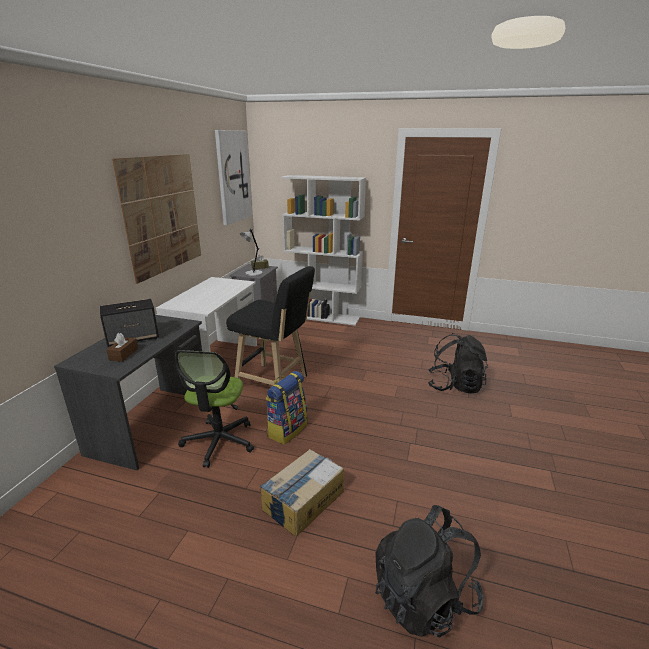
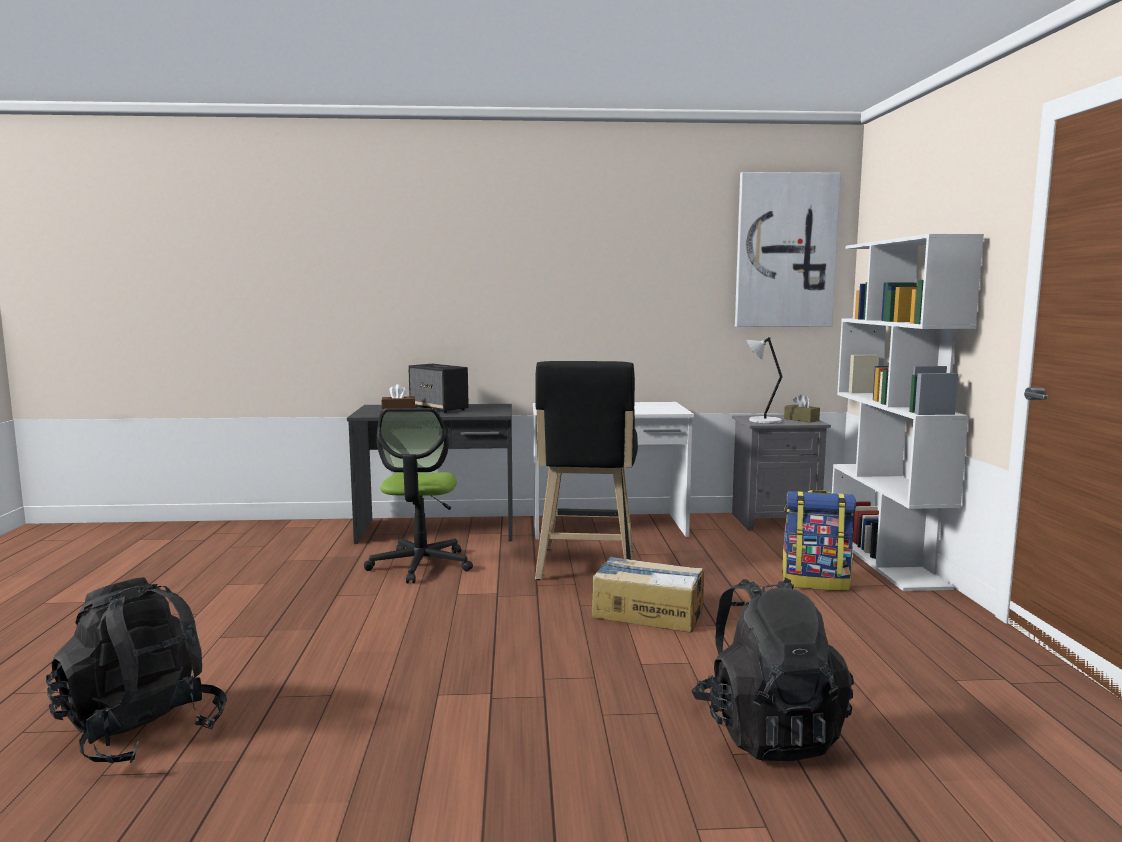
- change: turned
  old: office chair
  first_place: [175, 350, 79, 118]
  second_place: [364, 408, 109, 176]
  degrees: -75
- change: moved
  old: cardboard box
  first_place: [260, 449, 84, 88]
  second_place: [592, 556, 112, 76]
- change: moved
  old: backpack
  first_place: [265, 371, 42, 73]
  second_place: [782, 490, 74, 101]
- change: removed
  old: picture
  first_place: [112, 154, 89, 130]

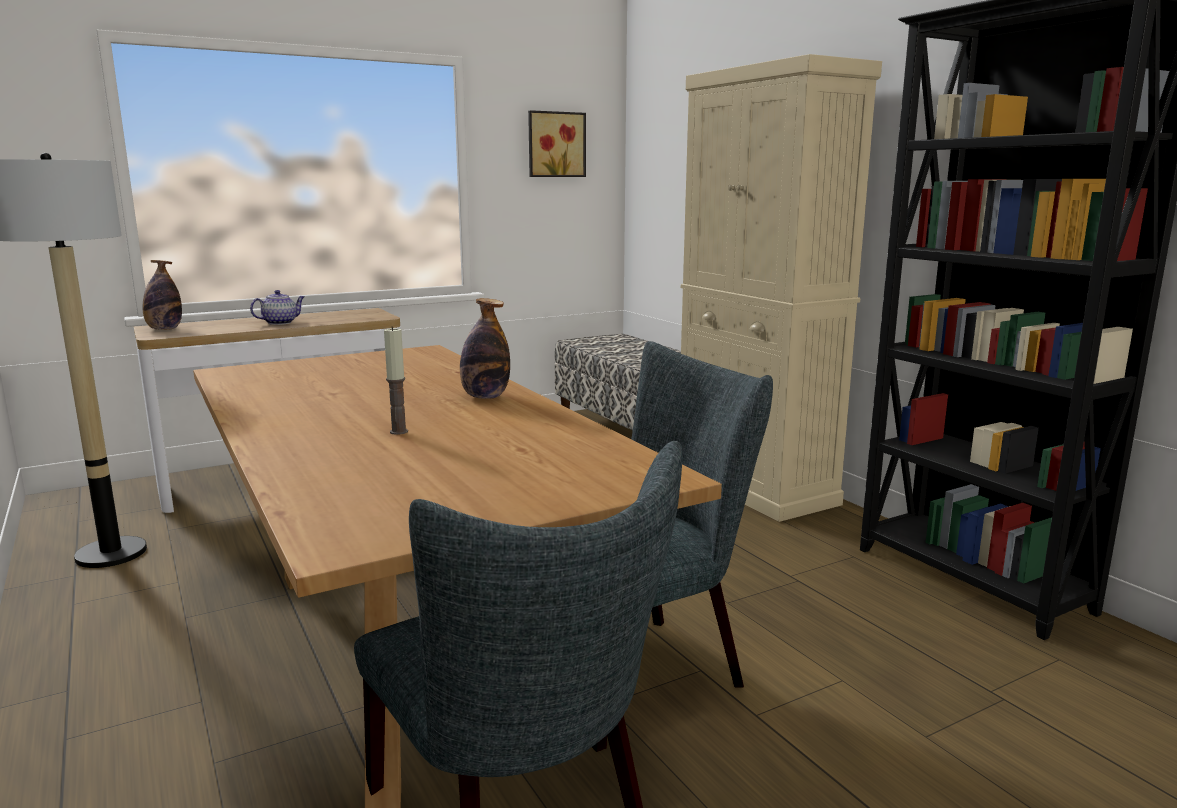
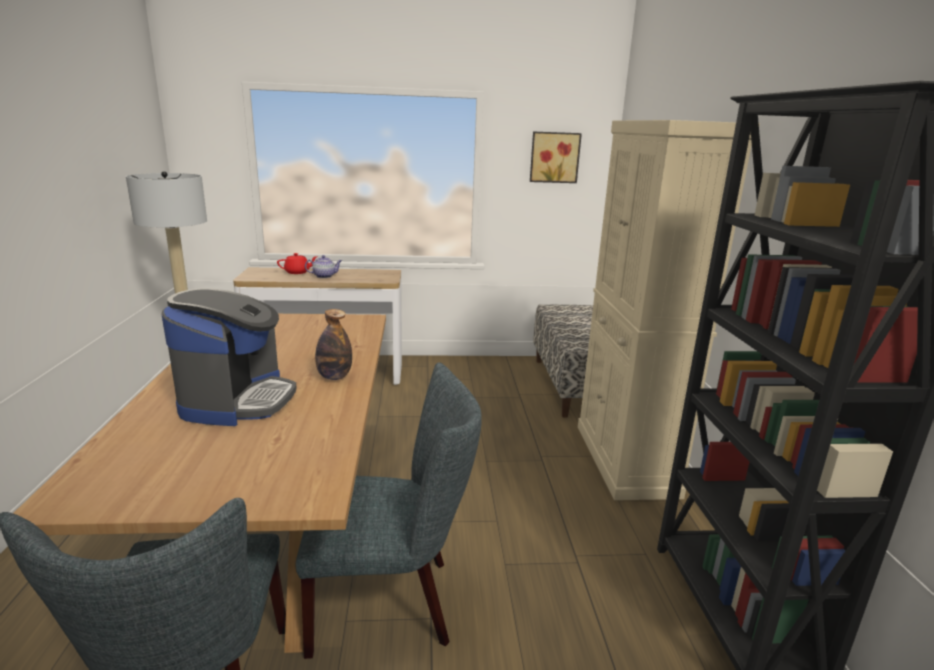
- change: replaced
  old: candle
  new: coffee machine
  first_place: [384, 326, 24, 109]
  second_place: [161, 288, 136, 138]
- change: added
  new: red teapot
  second_place: [277, 253, 41, 21]
- change: removed
  old: bottle
  first_place: [143, 260, 39, 70]

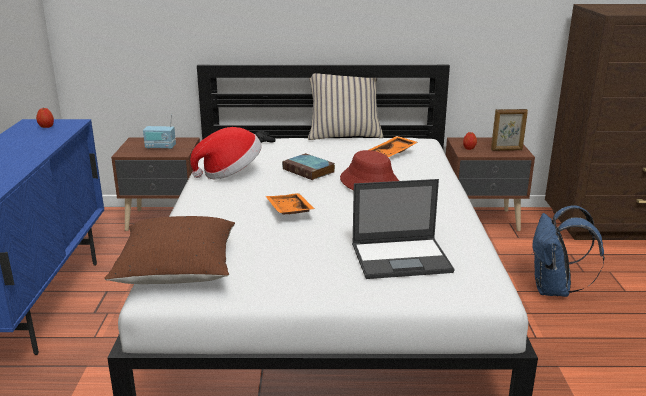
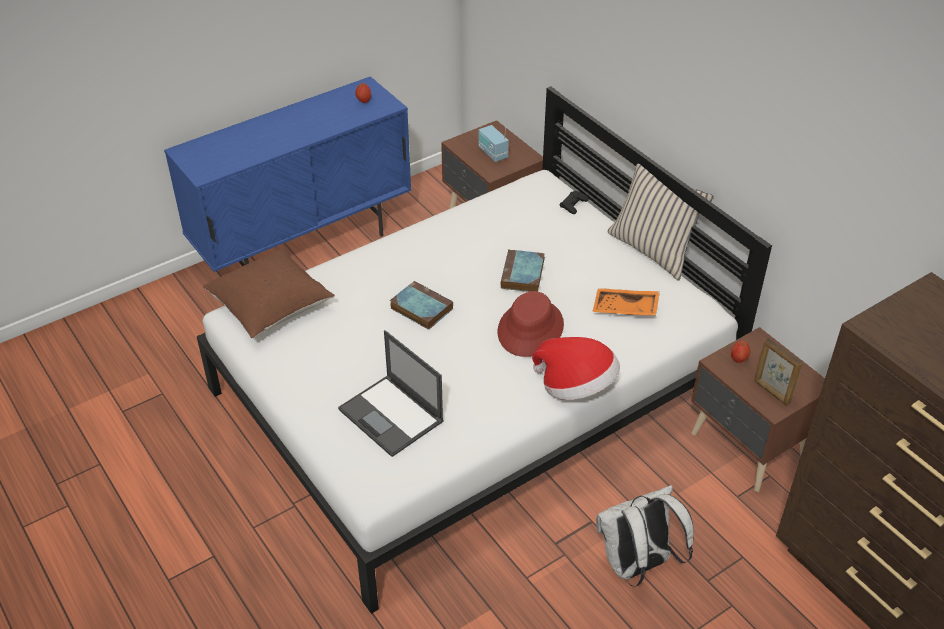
- change: replaced
  old: orange tray
  new: book
  first_place: [266, 193, 49, 22]
  second_place: [390, 281, 63, 49]
- change: moved
  old: hat
  first_place: [190, 127, 72, 52]
  second_place: [532, 337, 88, 63]
- change: recoloured
  old: blue backpack
  new: white backpack
  first_place: [532, 205, 73, 92]
  second_place: [596, 485, 98, 102]

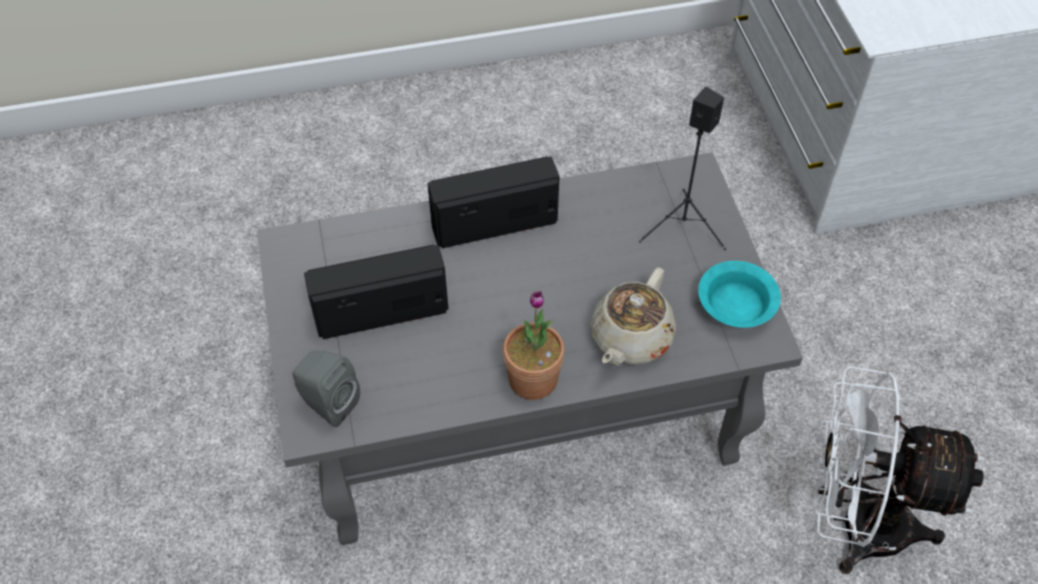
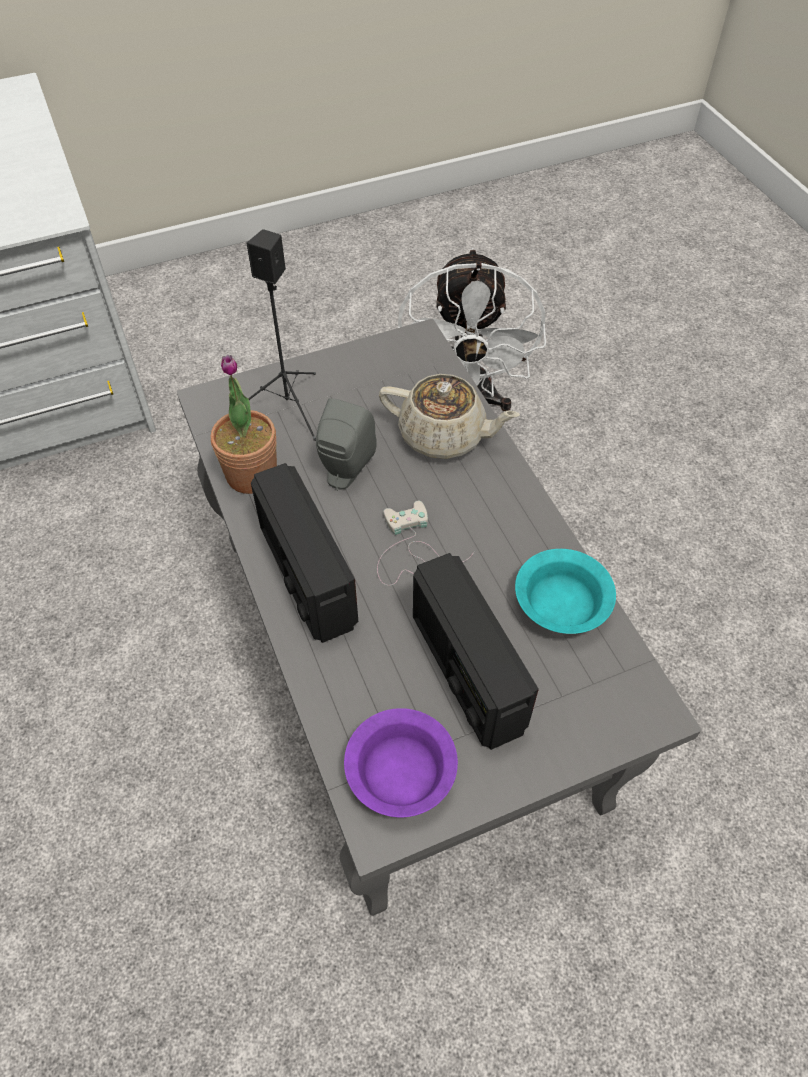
- change: moved
  old: potted plant
  first_place: [503, 291, 62, 109]
  second_place: [211, 355, 66, 139]
- change: moved
  old: grey speaker
  first_place: [293, 351, 67, 76]
  second_place: [316, 398, 61, 93]
- change: added
  new: purple bowl
  second_place: [344, 708, 114, 109]
- change: added
  new: white game controller
  second_place: [377, 501, 97, 85]
- change: moved
  old: turquoise bowl
  first_place: [698, 261, 83, 67]
  second_place: [515, 549, 101, 85]

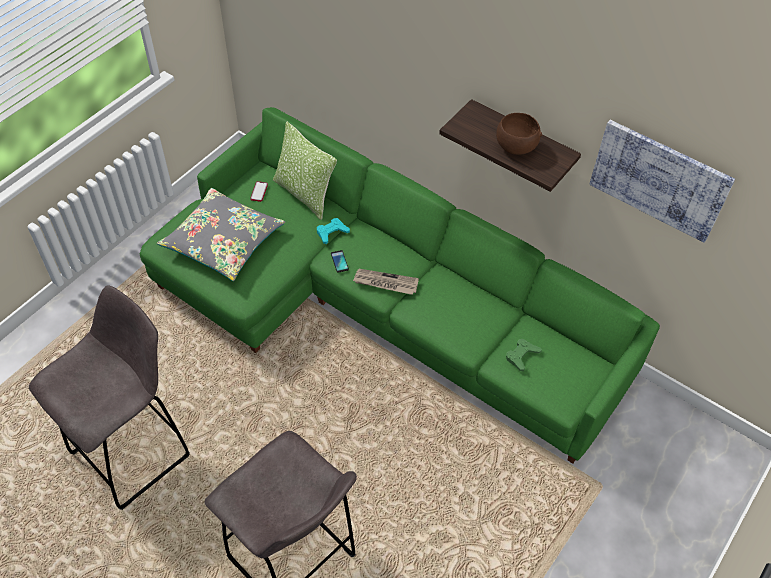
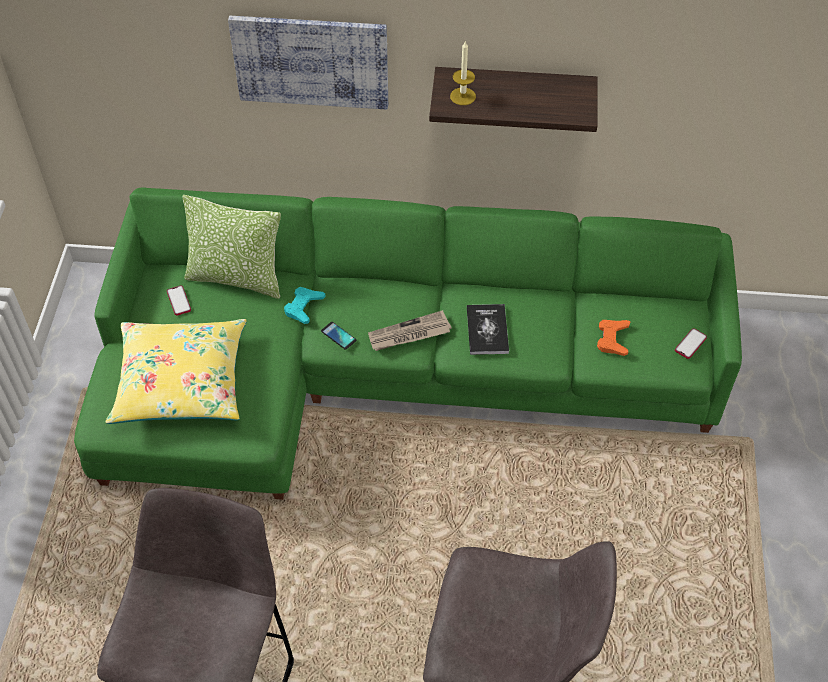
- change: recoloured
  old: grey pillow
  new: yellow pillow
  first_place: [157, 188, 128, 93]
  second_place: [106, 319, 141, 105]
- change: moved
  old: picture
  first_place: [589, 120, 146, 123]
  second_place: [228, 16, 160, 93]
- change: added
  new: candle
  second_place: [450, 40, 26, 65]
- change: added
  new: book
  second_place: [467, 304, 42, 51]
- change: recoloured
  old: green game controller
  new: orange game controller
  first_place: [506, 339, 36, 33]
  second_place: [597, 320, 34, 36]
- change: added
  new: phone
  second_place: [675, 328, 32, 31]
- change: removed
  old: brown bowl
  first_place: [496, 113, 46, 42]

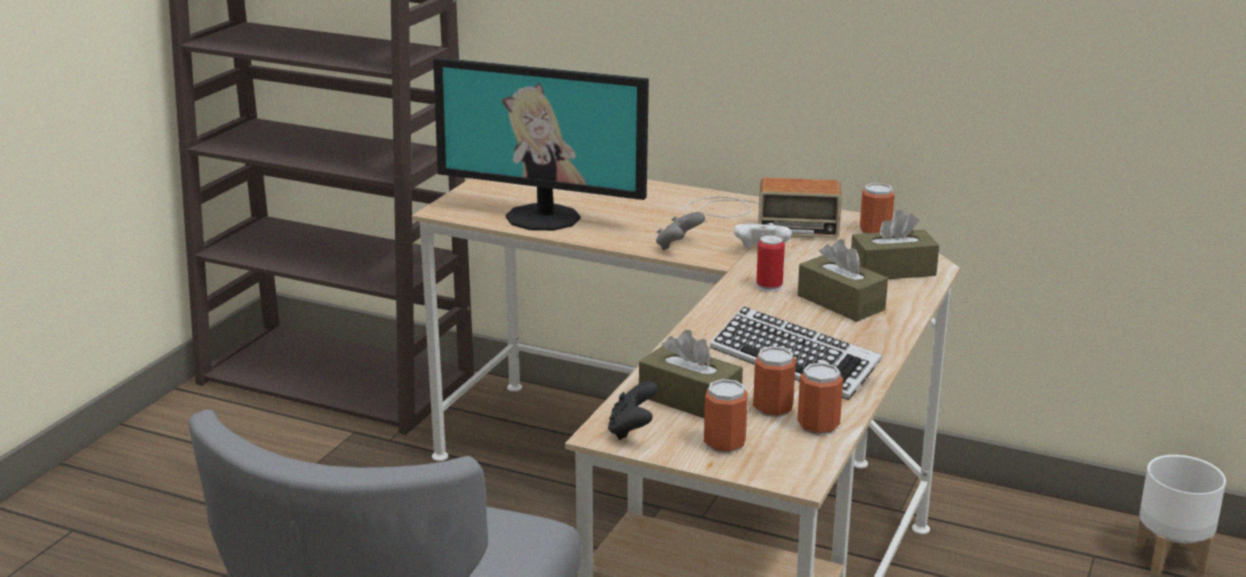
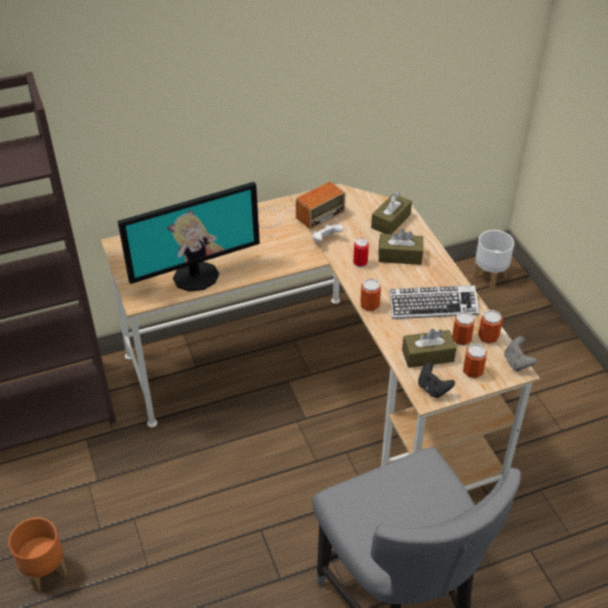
- change: added
  new: orange planter
  second_place: [8, 518, 60, 74]
- change: moved
  old: can
  first_place: [860, 183, 35, 51]
  second_place: [360, 278, 21, 33]
- change: moved
  old: grey game controller
  first_place: [656, 212, 49, 38]
  second_place: [504, 336, 33, 36]

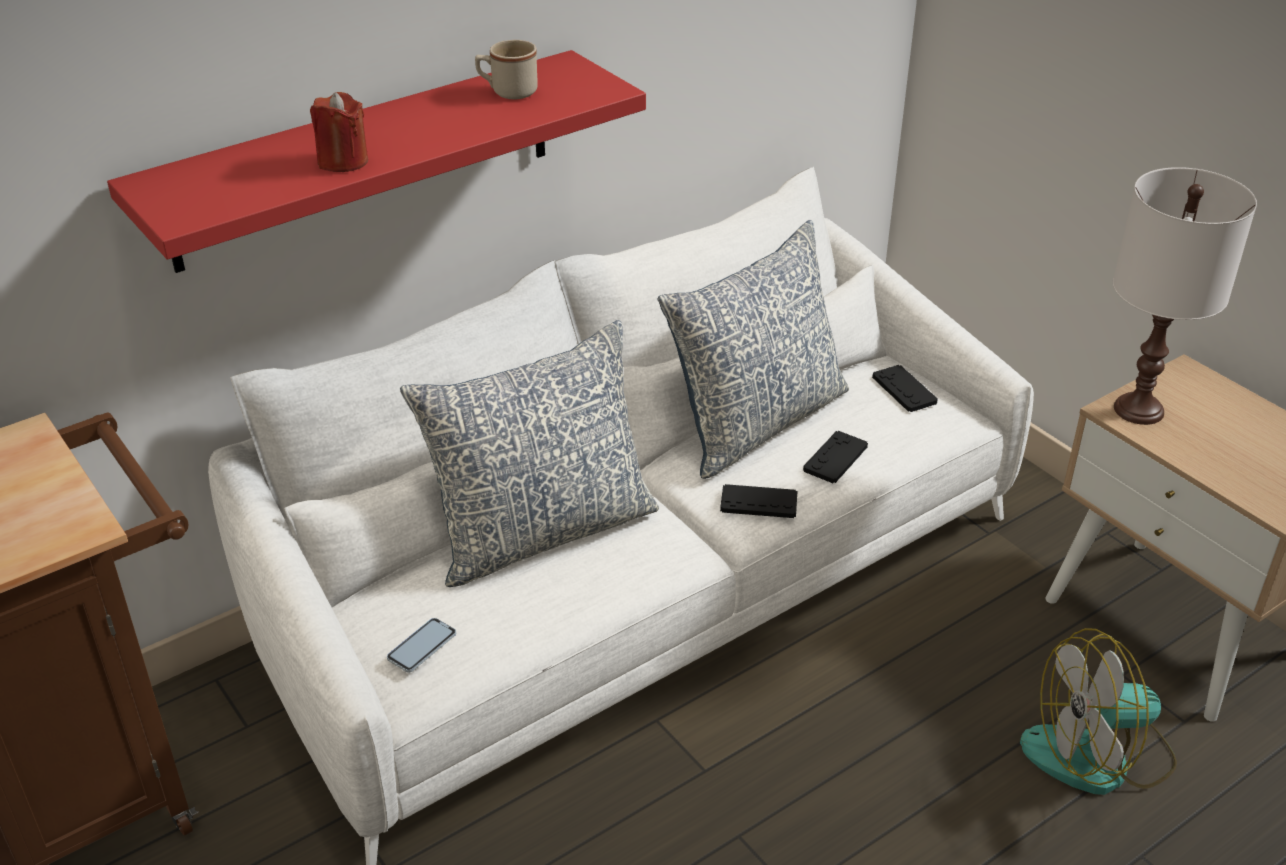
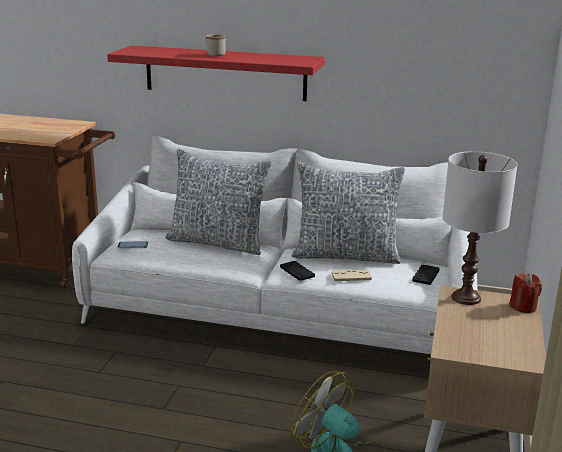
- change: moved
  old: beige mug
  first_place: [475, 40, 63, 59]
  second_place: [205, 34, 21, 22]
- change: recoloured
  old: black game controller
  new: beige game controller
  first_place: [803, 431, 65, 52]
  second_place: [332, 269, 40, 12]
- change: moved
  old: red candle
  first_place: [310, 92, 58, 80]
  second_place: [509, 273, 33, 40]

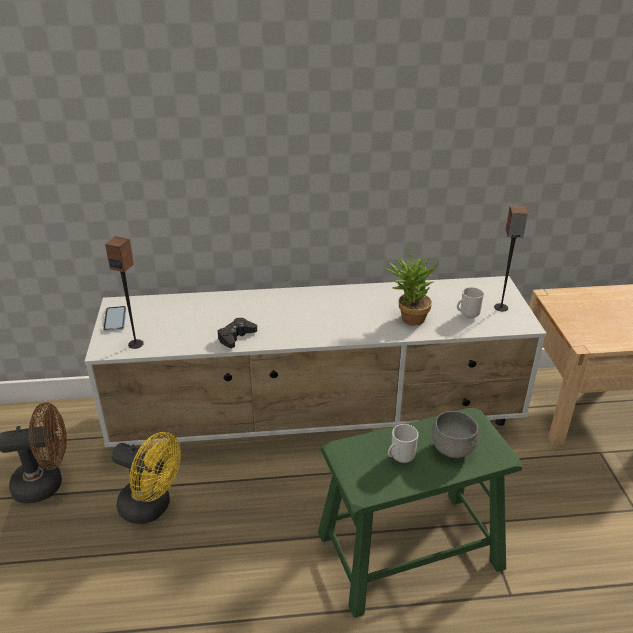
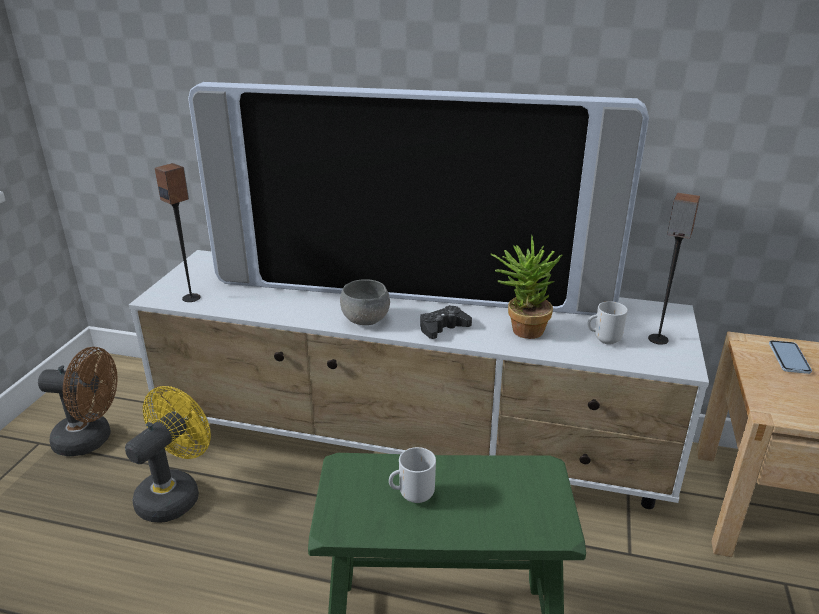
- change: turned
  old: yellow fan
  first_place: [112, 432, 69, 92]
  second_place: [125, 386, 86, 137]
  degrees: -105
- change: added
  new: television
  second_place: [188, 82, 461, 233]
- change: moved
  old: grey bowl
  first_place: [432, 411, 47, 47]
  second_place: [340, 279, 50, 46]
- change: moved
  old: black game controller
  first_place: [217, 318, 40, 30]
  second_place: [420, 305, 52, 34]
- change: moved
  old: phone
  first_place: [103, 306, 23, 26]
  second_place: [769, 340, 43, 34]

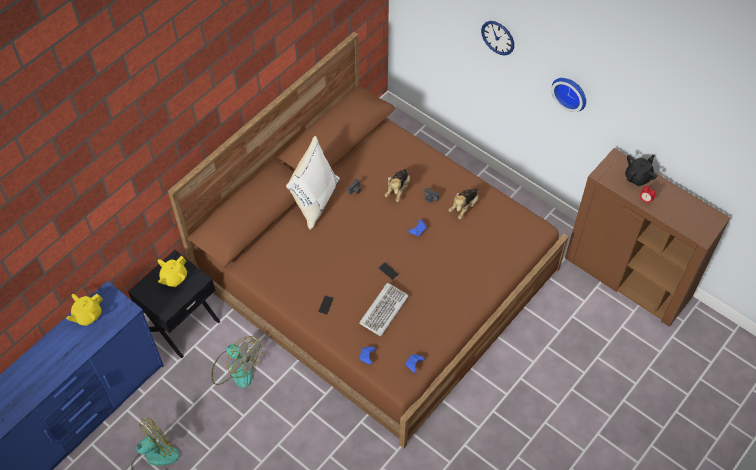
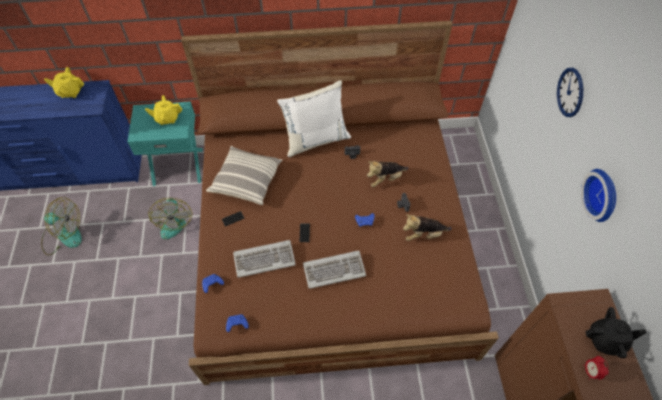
- change: recoloured
  old: black nightstand
  new: turquoise nightstand
  first_place: [128, 250, 92, 108]
  second_place: [127, 101, 76, 85]
- change: added
  new: pillow
  second_place: [206, 146, 77, 59]
- change: added
  new: keyboard
  second_place: [303, 251, 63, 38]

